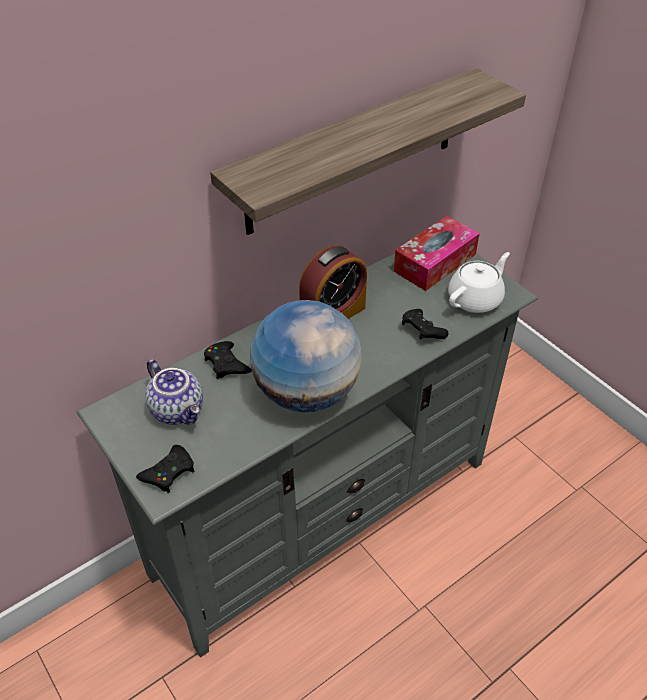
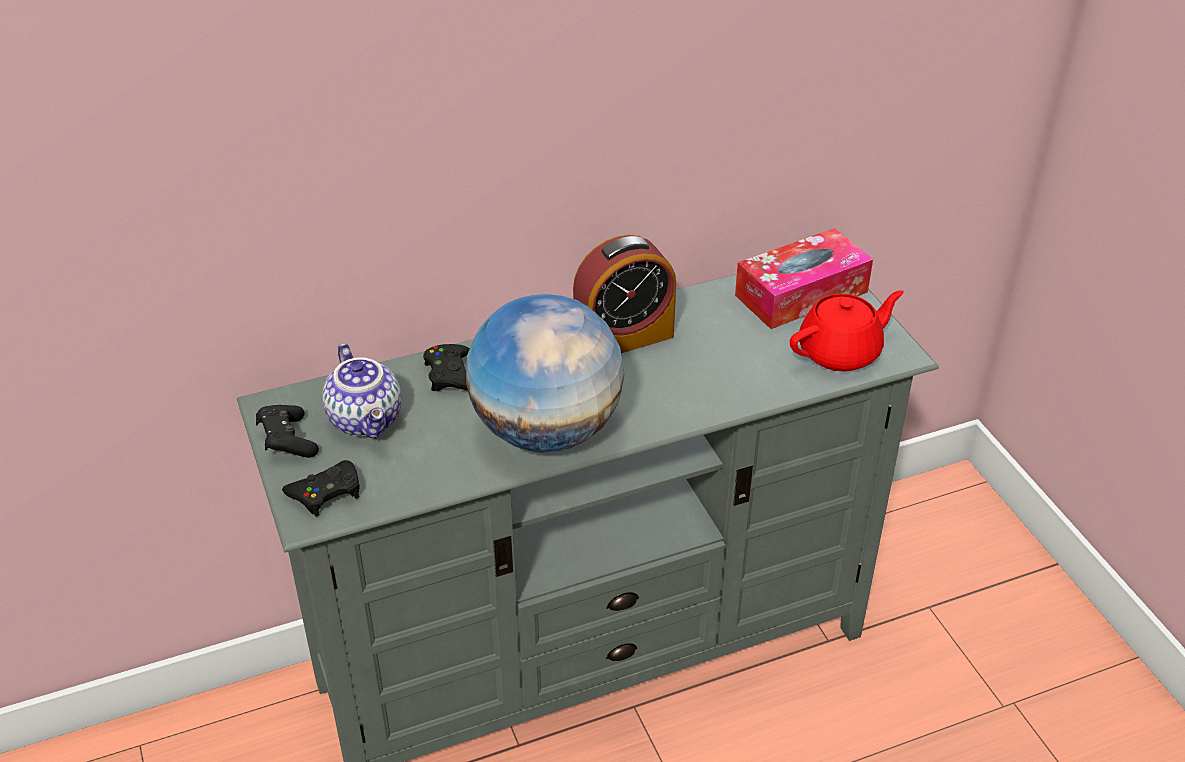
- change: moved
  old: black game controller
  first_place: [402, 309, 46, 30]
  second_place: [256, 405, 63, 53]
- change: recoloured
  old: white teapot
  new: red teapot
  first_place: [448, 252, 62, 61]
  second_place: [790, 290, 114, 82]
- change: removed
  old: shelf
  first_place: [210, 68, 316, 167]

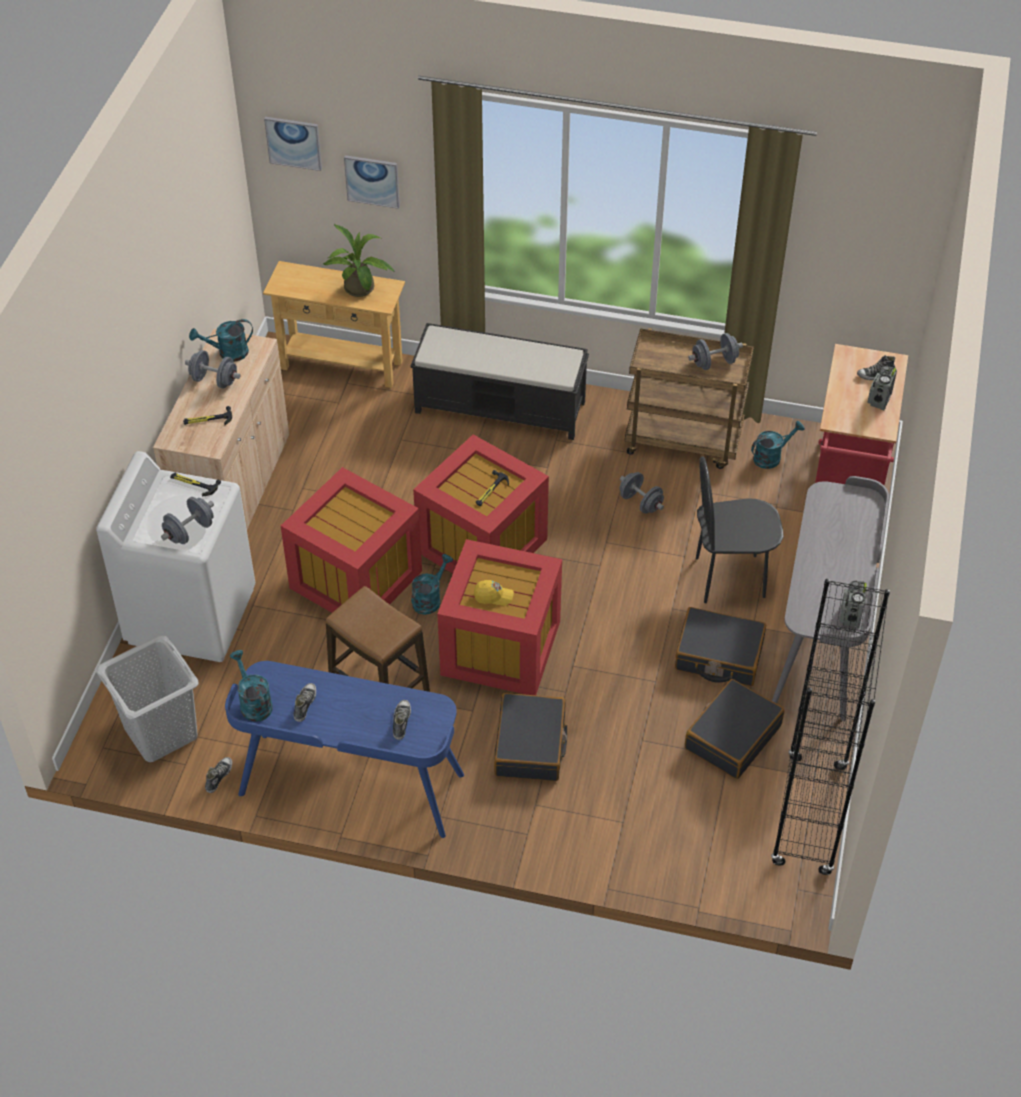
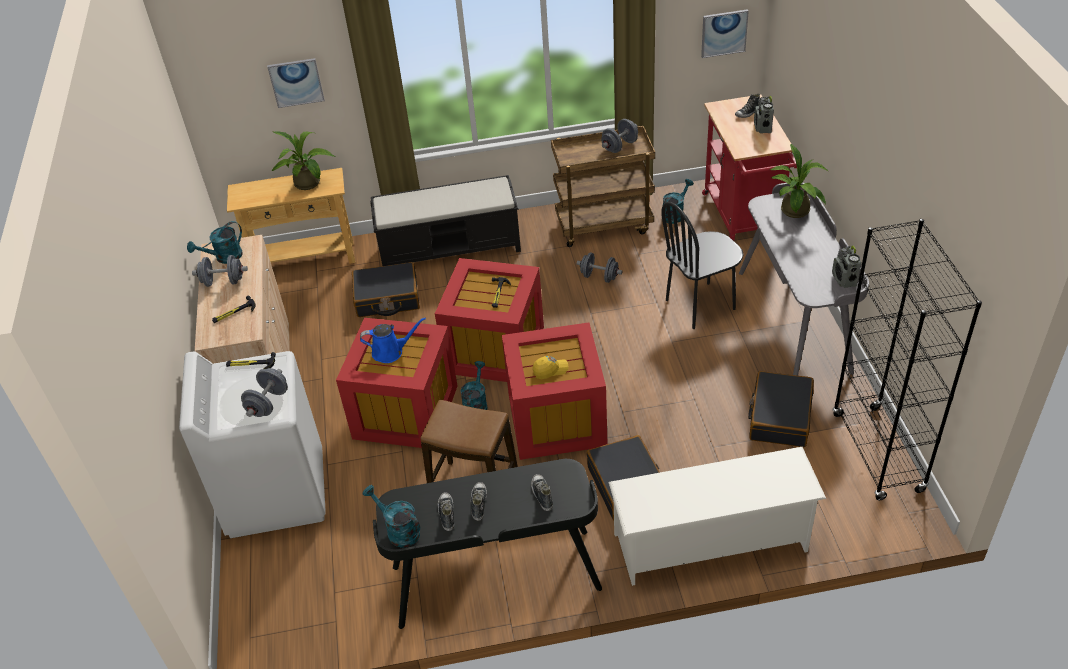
- change: moved
  old: black suitcase
  first_place: [675, 607, 91, 79]
  second_place: [352, 262, 68, 55]
- change: added
  new: blue watering can
  second_place: [360, 317, 66, 46]
- change: recoloured
  old: blue desk
  new: black desk
  first_place: [225, 661, 239, 177]
  second_place: [373, 459, 229, 170]
- change: moved
  old: shoe
  first_place: [205, 757, 27, 36]
  second_place: [471, 482, 16, 39]
- change: added
  new: white shoe rack
  second_place: [609, 447, 217, 139]
- change: moved
  old: picture
  first_place: [264, 117, 58, 54]
  second_place: [701, 9, 48, 49]
- change: added
  new: potted plant
  second_place: [769, 144, 60, 74]
- change: removed
  old: grey laundry basket
  first_place: [96, 635, 102, 127]

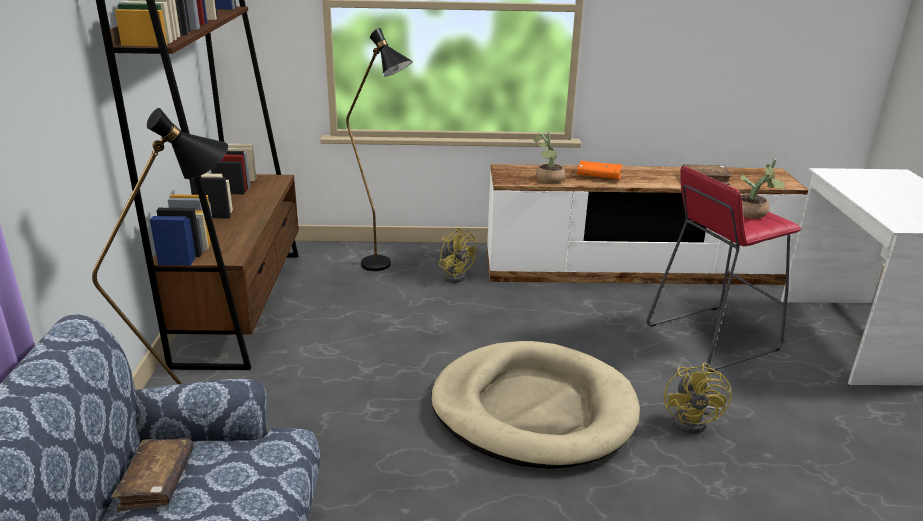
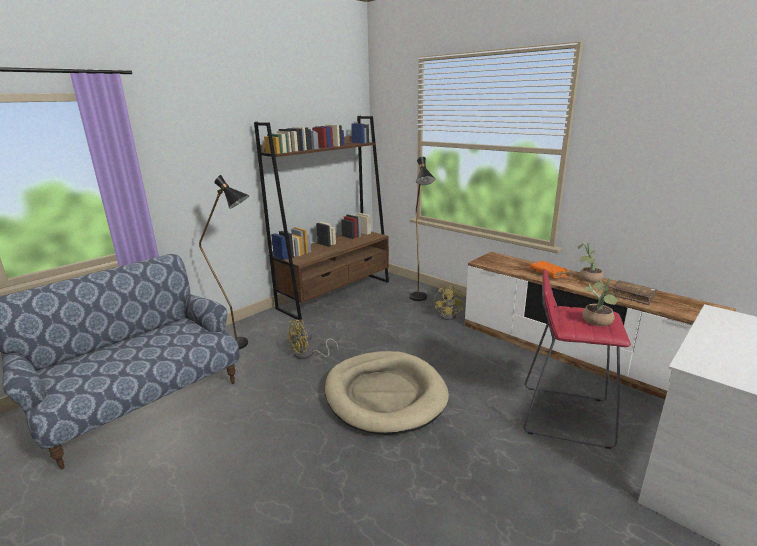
- change: moved
  old: yellow fan
  first_place: [664, 363, 68, 71]
  second_place: [286, 319, 52, 40]
- change: moved
  old: potted plant
  first_place: [534, 132, 31, 52]
  second_place: [578, 243, 26, 40]
- change: removed
  old: brown book
  first_place: [111, 438, 83, 73]

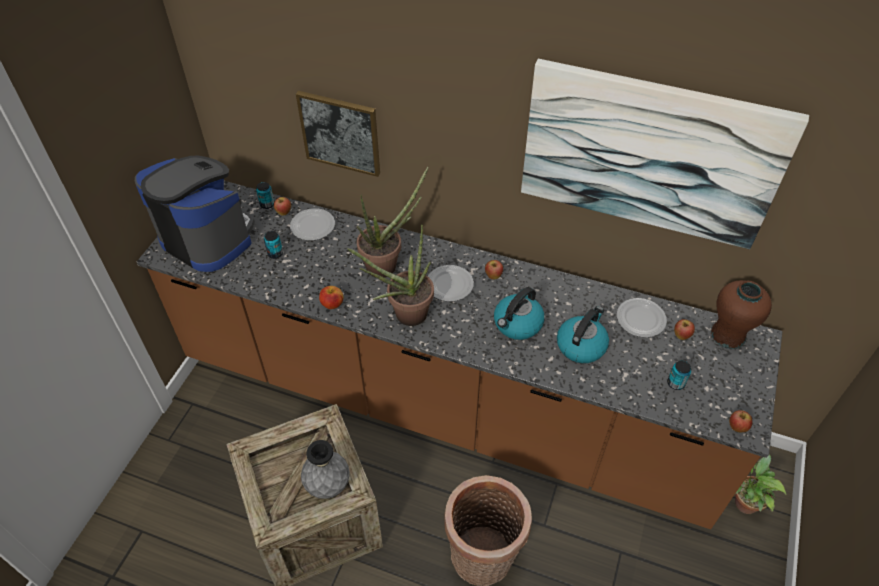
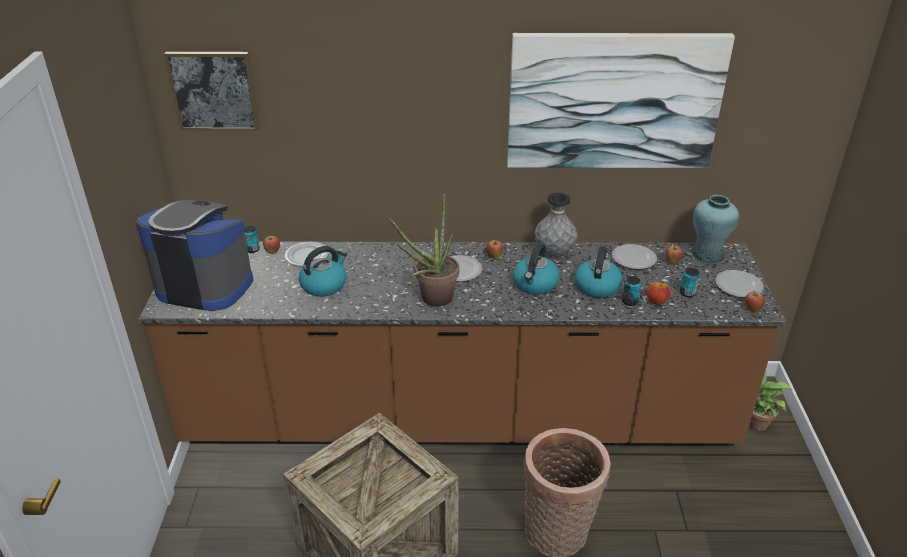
- change: moved
  old: picture
  first_place: [296, 91, 84, 86]
  second_place: [164, 52, 96, 79]
- change: added
  new: kettle
  second_place: [299, 246, 48, 51]
- change: moved
  old: grey vase
  first_place: [301, 440, 49, 59]
  second_place: [535, 193, 42, 63]
- change: moved
  old: can
  first_place: [264, 231, 19, 28]
  second_place: [622, 276, 19, 30]
- change: moved
  old: apple
  first_place: [319, 286, 24, 23]
  second_place: [647, 282, 24, 23]
- change: recoloured
  old: brown vase
  new: turquoise vase
  first_place: [711, 280, 61, 69]
  second_place: [692, 195, 47, 67]
- change: added
  new: plate
  second_place: [715, 270, 49, 28]
- change: removed
  old: potted plant
  first_place: [357, 167, 71, 111]

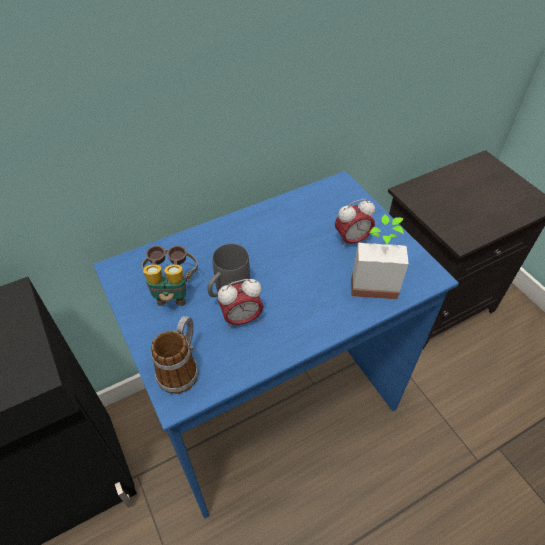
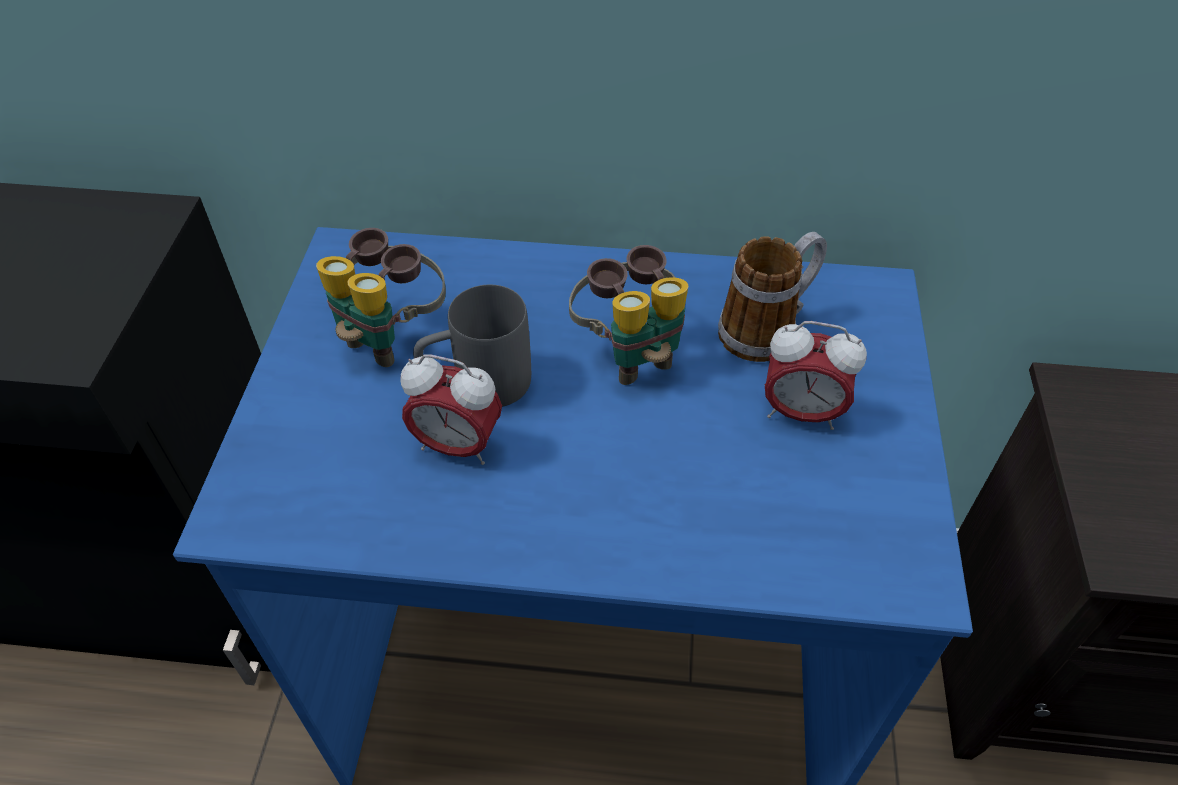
- change: added
  new: binoculars
  second_place: [569, 245, 119, 140]
- change: moved
  old: mug
  first_place: [151, 316, 47, 78]
  second_place: [718, 232, 109, 130]
- change: removed
  old: potted plant
  first_place: [351, 215, 57, 84]

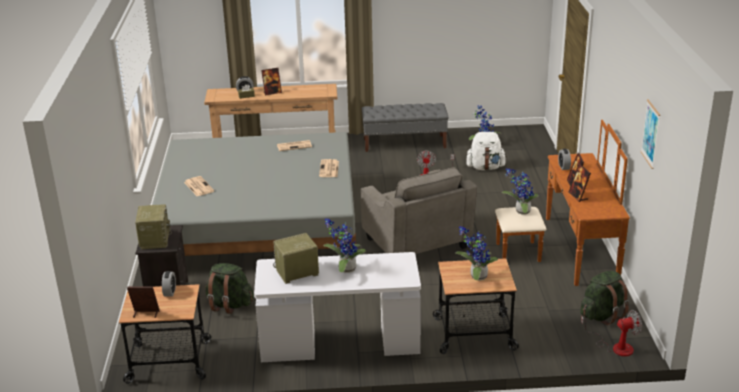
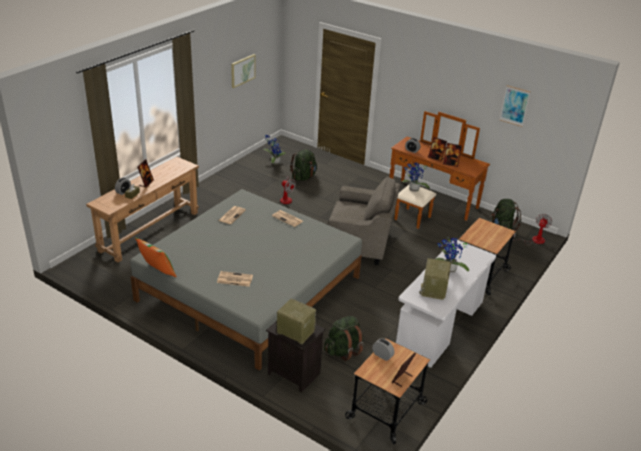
- change: added
  new: pillow
  second_place: [135, 237, 42, 40]
- change: added
  new: picture
  second_place: [231, 54, 25, 34]
- change: recoloured
  old: white backpack
  new: green backpack
  first_place: [466, 132, 41, 38]
  second_place: [290, 149, 27, 32]
- change: removed
  old: grey bench
  first_place: [362, 103, 86, 49]
- change: removed
  old: potted plant
  first_place: [455, 226, 43, 54]

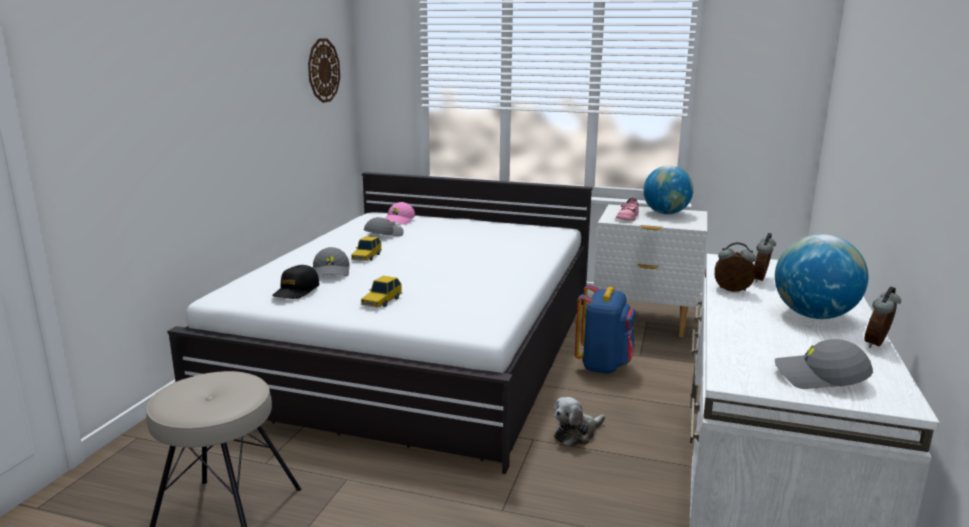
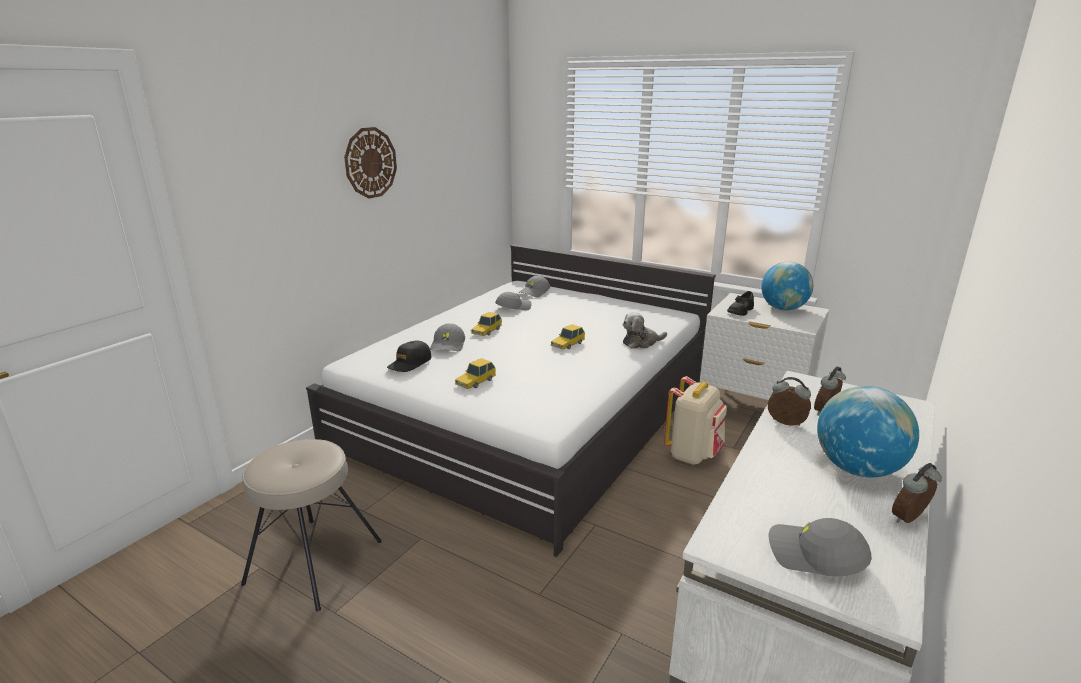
- change: moved
  old: wall clock
  first_place: [308, 39, 32, 64]
  second_place: [344, 127, 53, 72]
- change: recoloured
  old: pink cap
  new: grey cap
  first_place: [385, 202, 30, 23]
  second_place: [518, 276, 32, 22]
- change: added
  new: toy car
  second_place: [550, 324, 35, 26]
- change: moved
  old: plush toy
  first_place: [554, 397, 51, 50]
  second_place: [622, 312, 45, 37]
- change: recoloured
  old: blue backpack
  new: beige backpack
  first_place: [575, 284, 60, 90]
  second_place: [664, 376, 63, 89]
- change: recoloured
  old: pink shoe
  new: black shoe
  first_place: [616, 197, 23, 24]
  second_place: [727, 291, 27, 25]

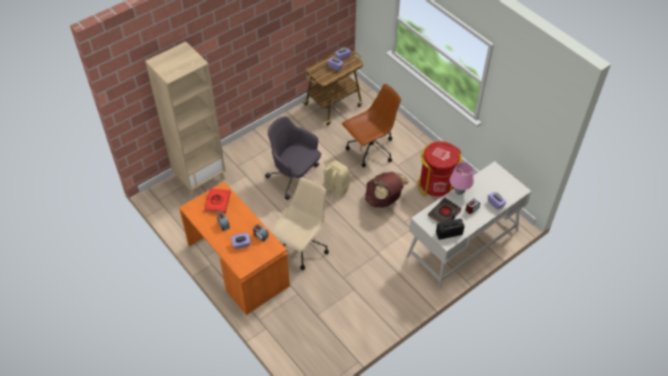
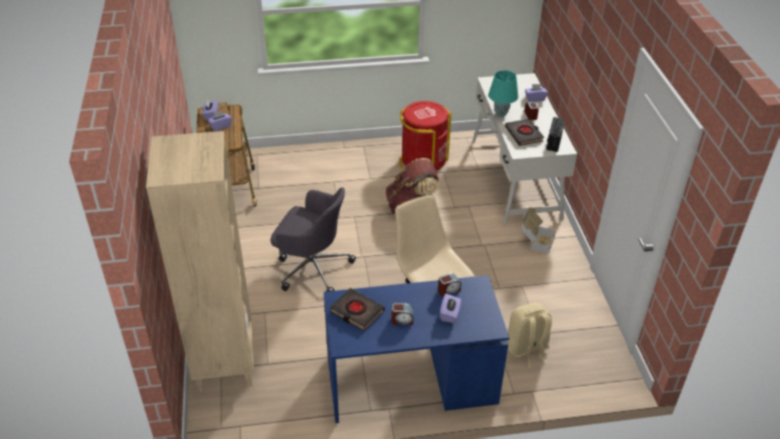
- change: turned
  old: grey office chair
  first_place: [265, 116, 56, 84]
  second_place: [271, 187, 85, 105]
  degrees: -135
- change: recoloured
  old: orange desk
  new: blue desk
  first_place: [179, 182, 111, 133]
  second_place: [324, 275, 185, 148]
- change: recoloured
  old: red book
  new: black book
  first_place: [204, 188, 27, 26]
  second_place: [330, 288, 54, 43]
- change: recoloured
  old: pink table lamp
  new: turquoise table lamp
  first_place: [450, 162, 24, 33]
  second_place: [488, 70, 30, 47]
- change: moved
  old: beige backpack
  first_place: [323, 160, 27, 40]
  second_place: [507, 303, 45, 64]
- change: added
  new: cardboard box
  second_place: [521, 207, 35, 47]
- change: removed
  old: brown office chair
  first_place: [342, 84, 59, 84]

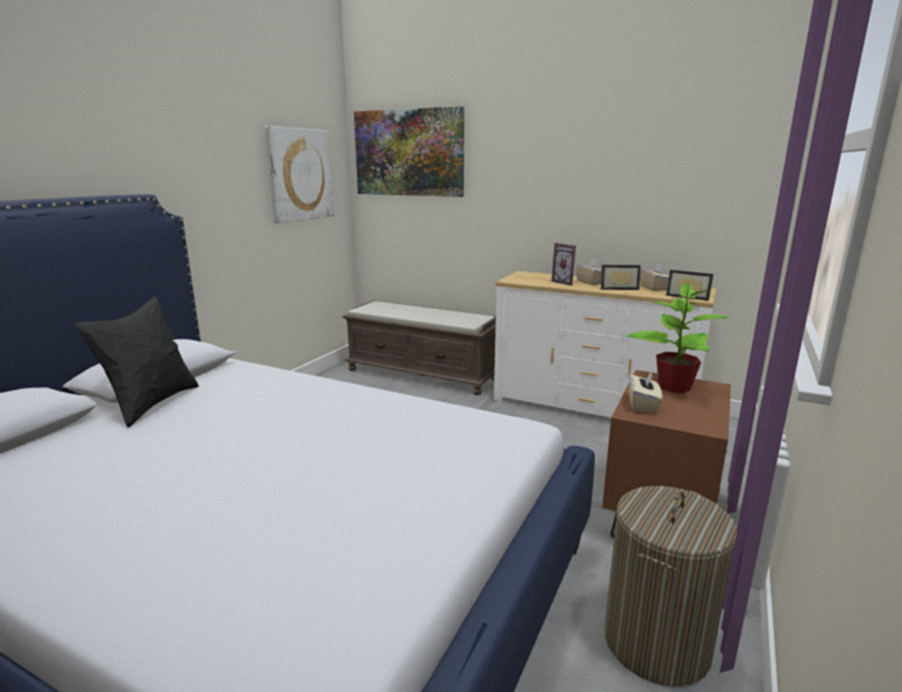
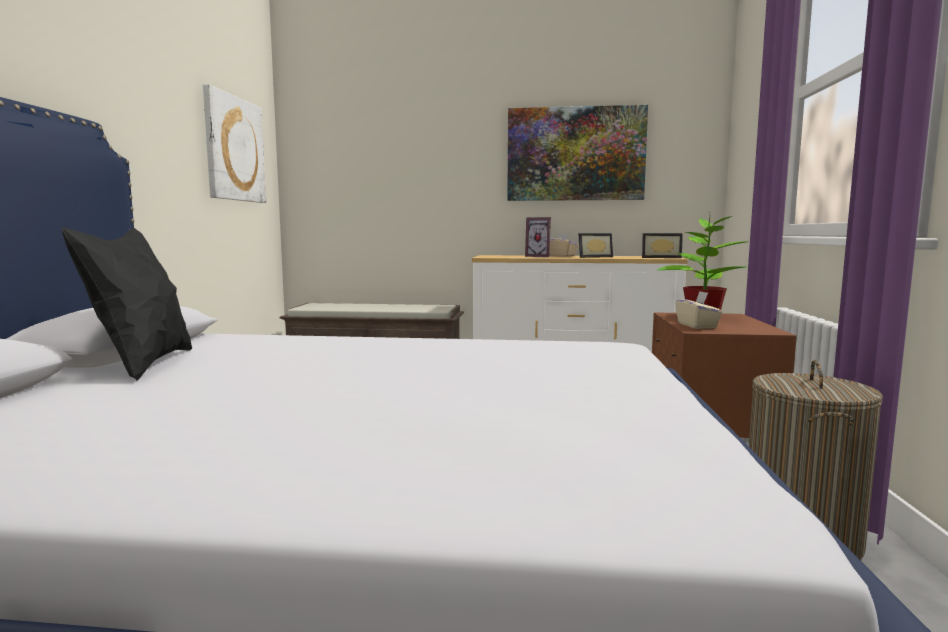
- change: moved
  old: picture
  first_place: [354, 106, 110, 91]
  second_place: [507, 105, 141, 96]
- change: removed
  old: beige tissue box
  first_place: [640, 263, 29, 28]

